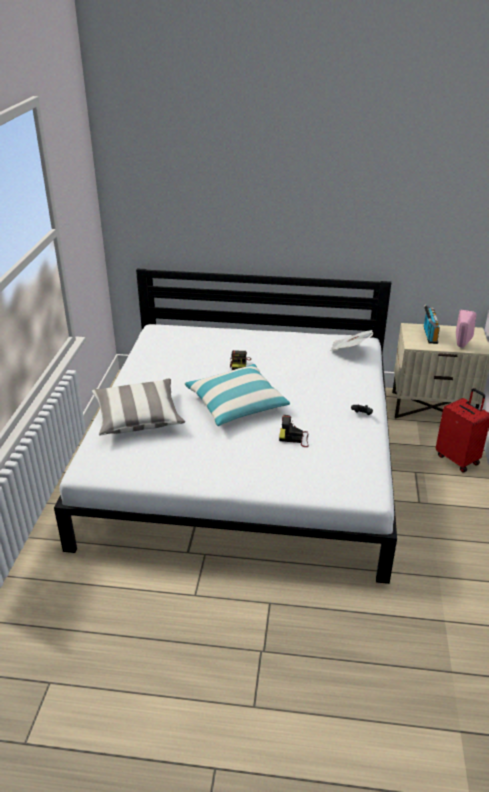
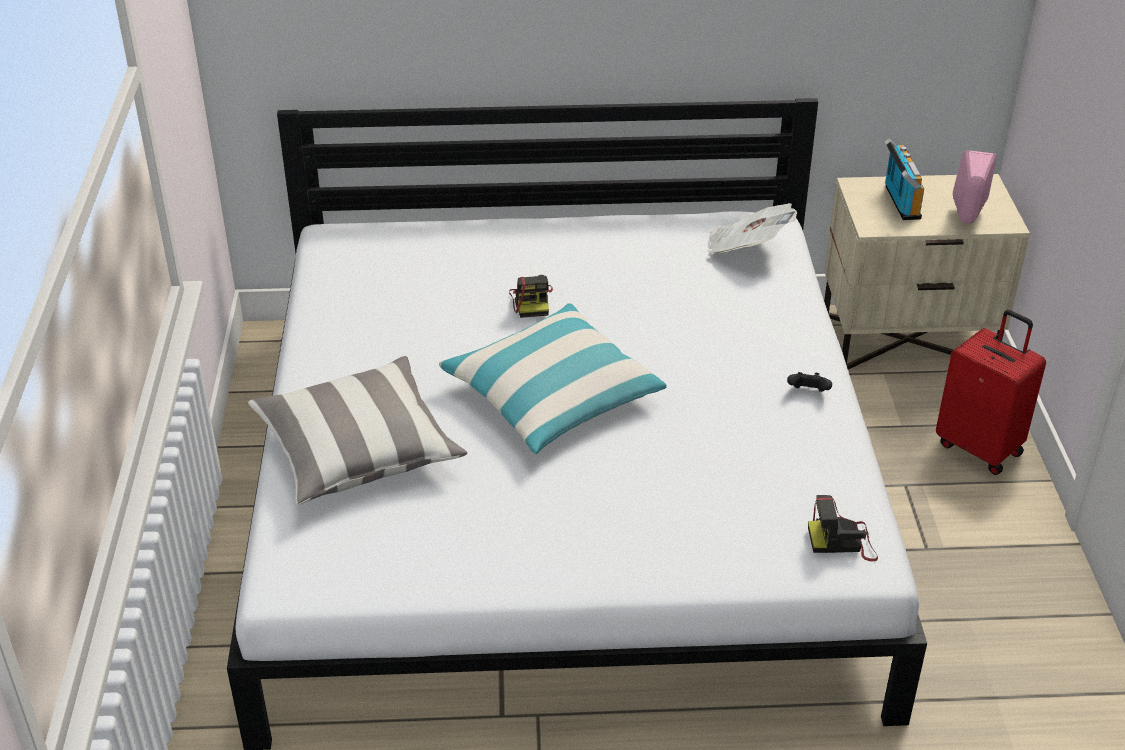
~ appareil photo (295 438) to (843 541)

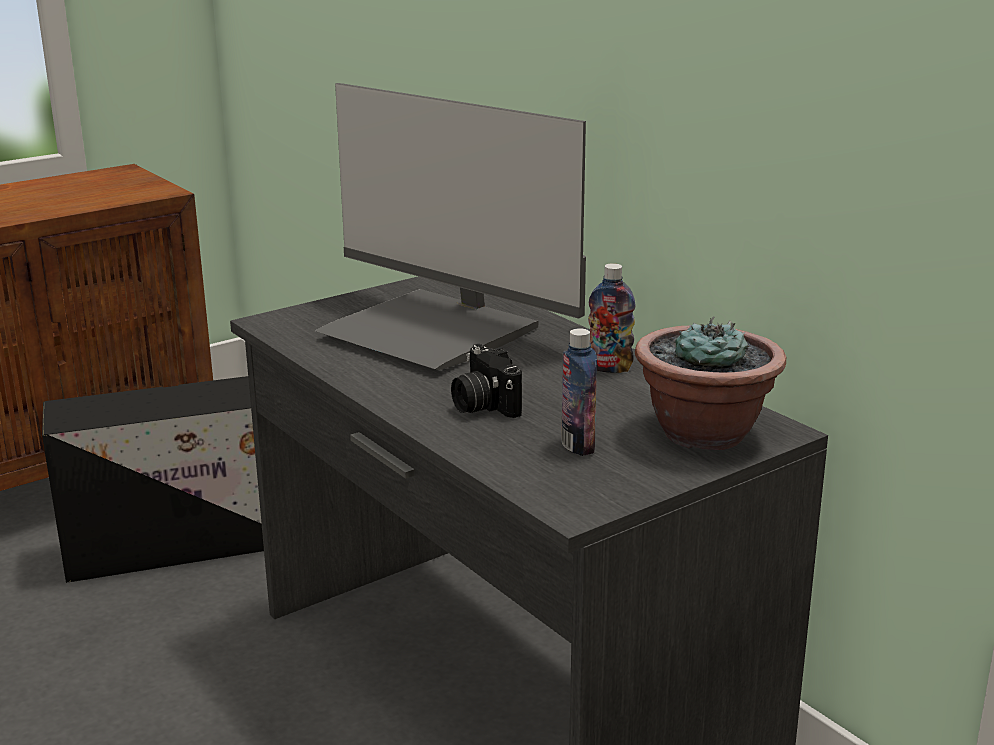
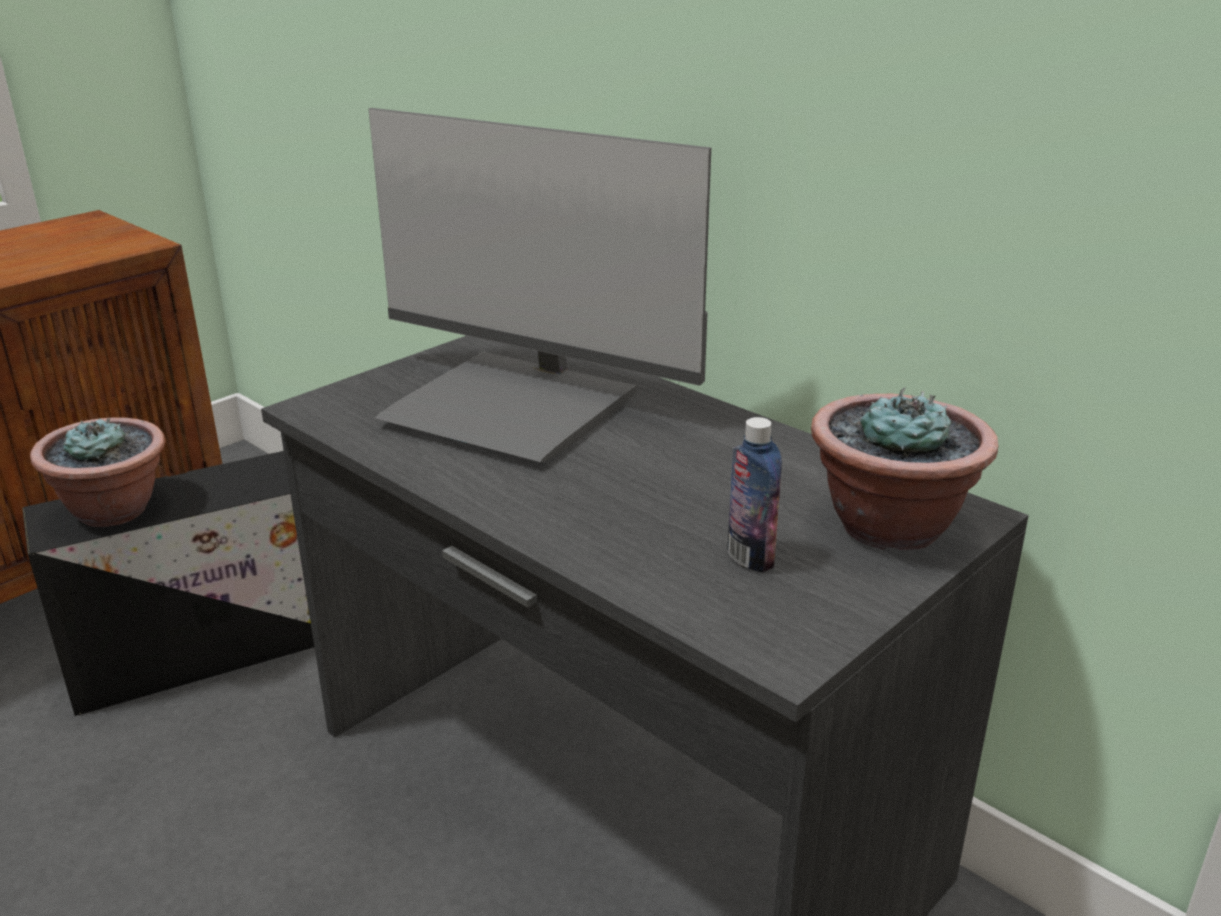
- bouteille (609 368)
- appareil photo (482 405)
+ plante en pot (114 510)

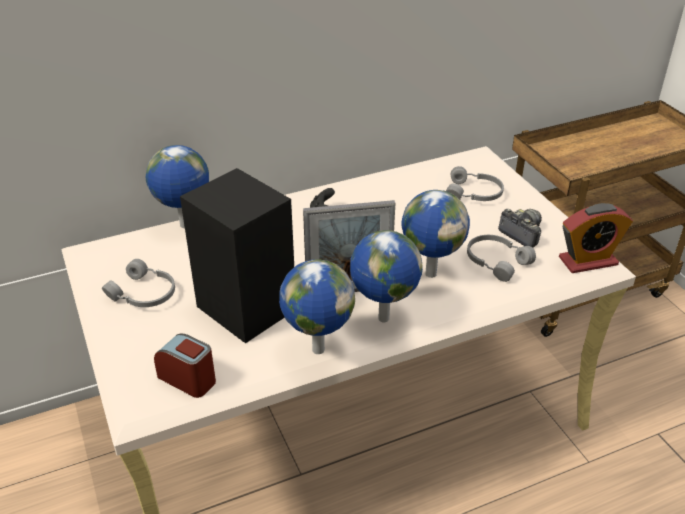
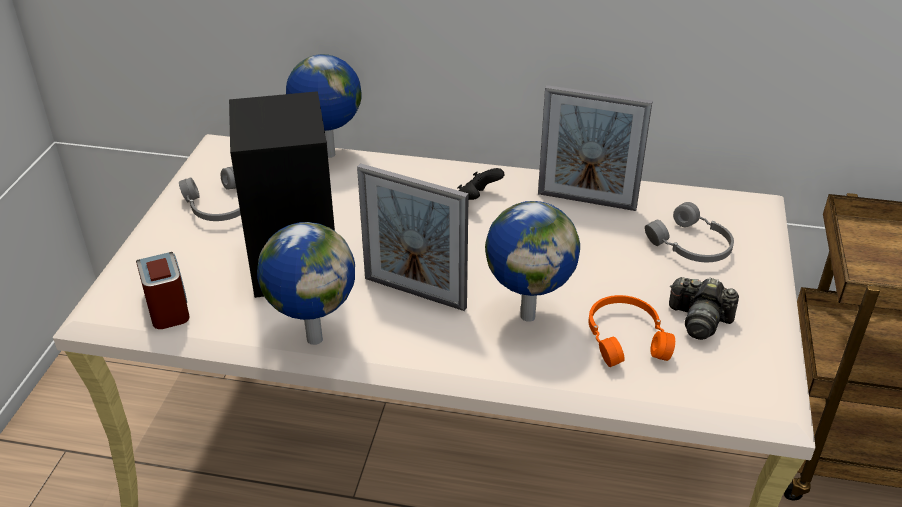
- réveil (588 261)
~ appareil photo (522 234) = (699 320) 120 degrees clockwise
- globe (382 318)
~ casque audio/gris (496 261) to casque audio/orange (626 338)
+ cadre photo (586 201)

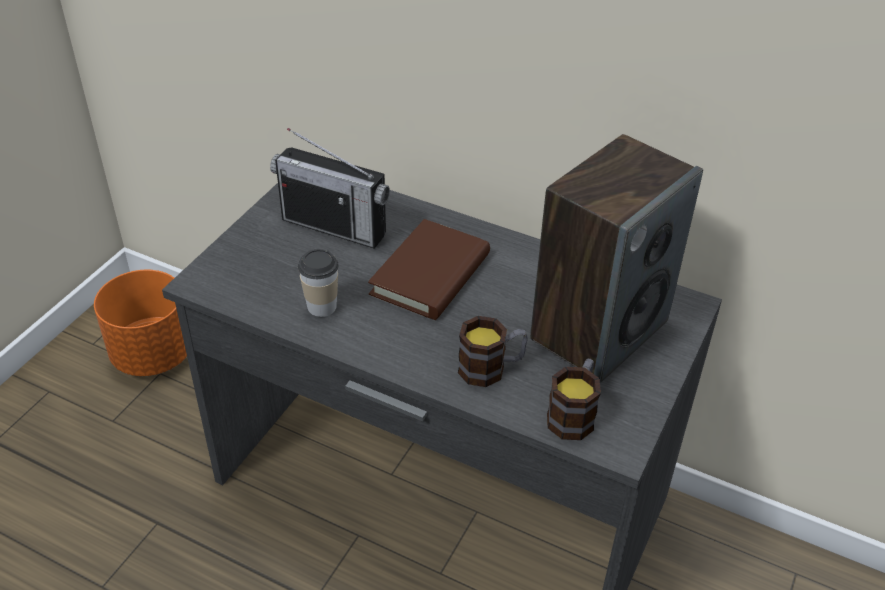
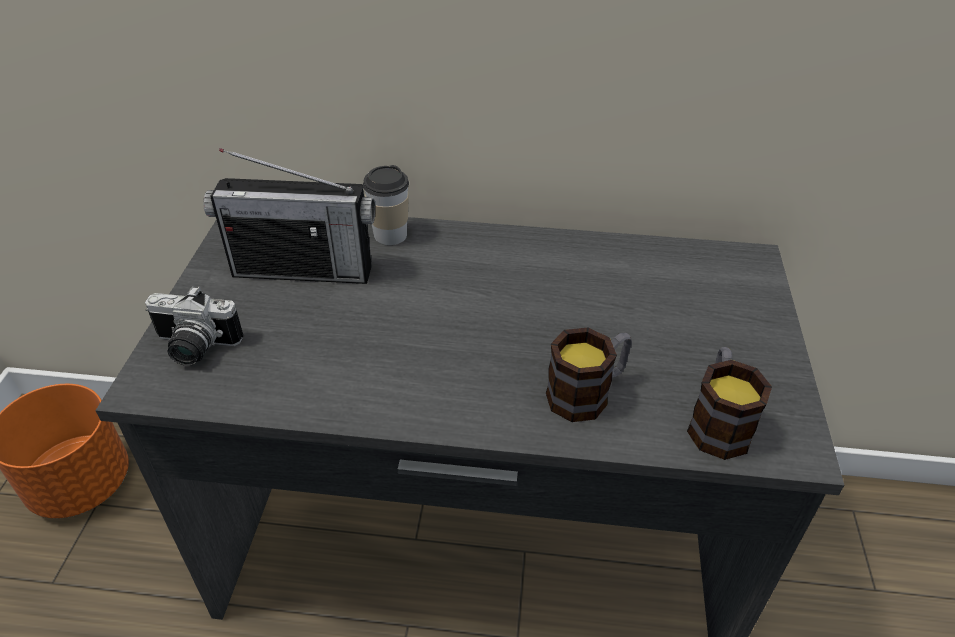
- enceinte (599 329)
- livre/marron (430 275)
~ tasse (321 306) to (390 235)
+ appareil photo (193 348)

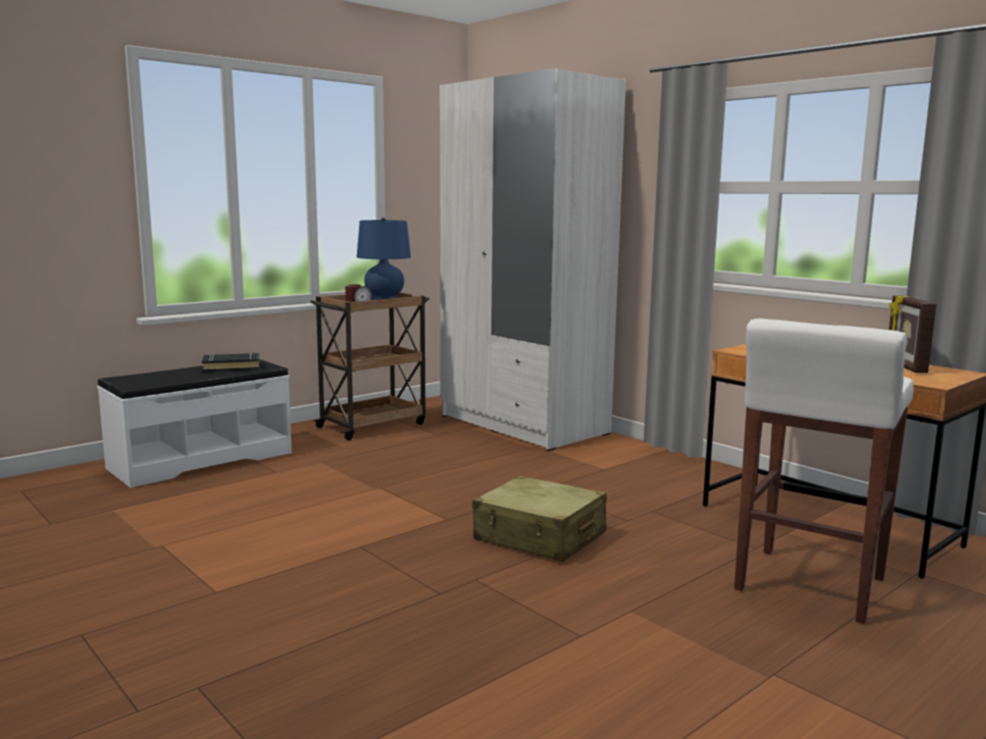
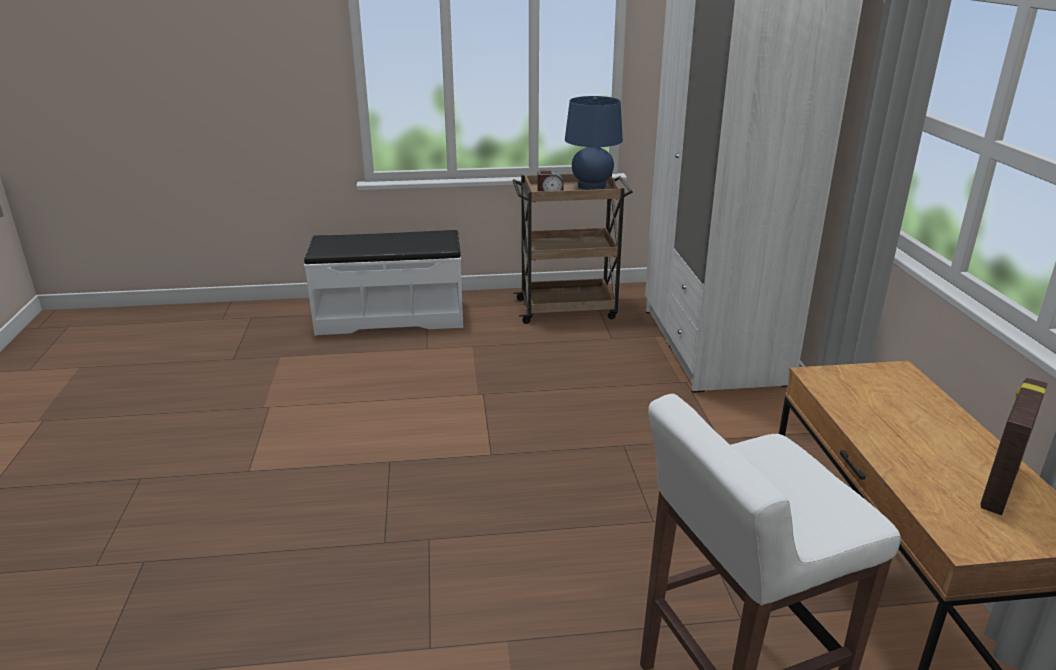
- livre/noir (232 367)
- valise/beige (540 537)

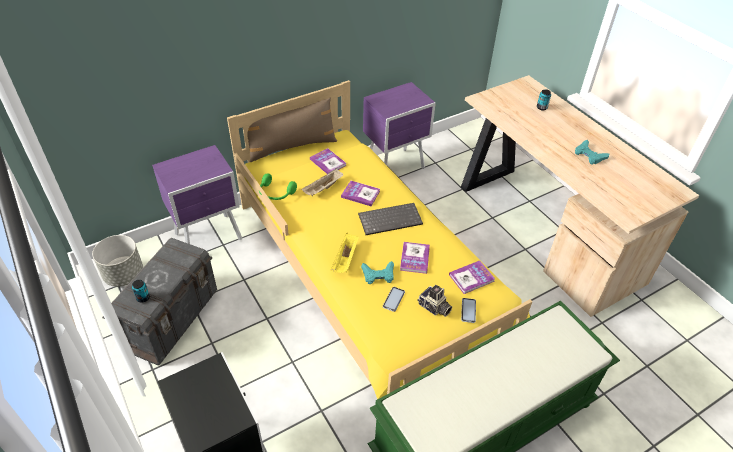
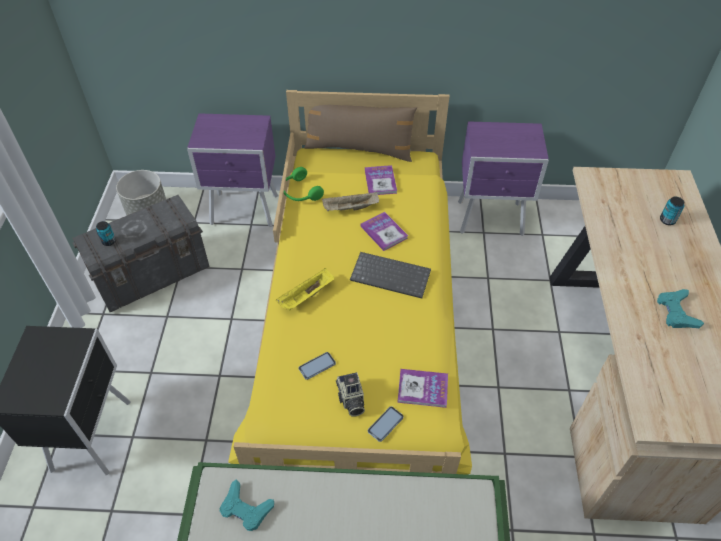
- livre (414 258)
~ manette/turquoise (378 275) to (245 508)

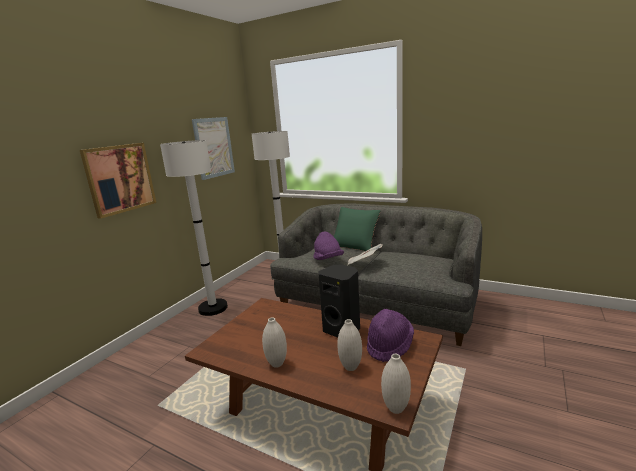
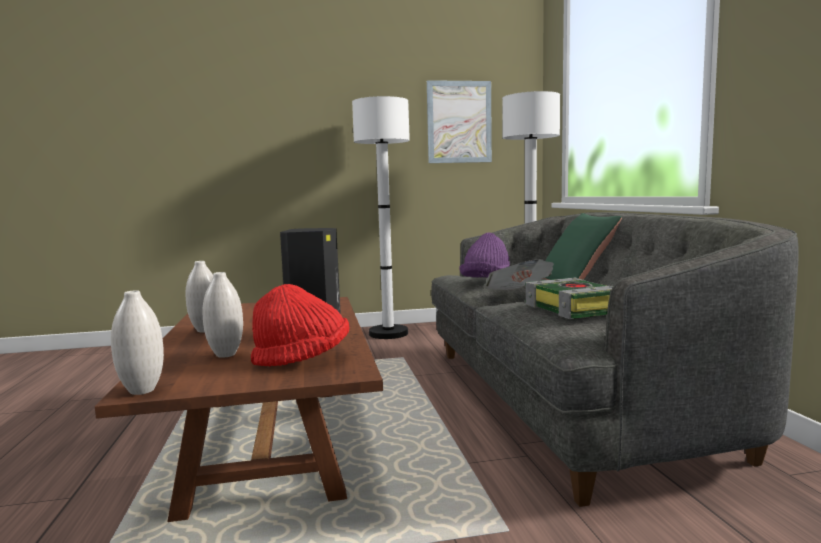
- tableau (120 178)
~ chapeau/violet (389 346) to chapeau/rouge (302 359)
+ livre (577 309)

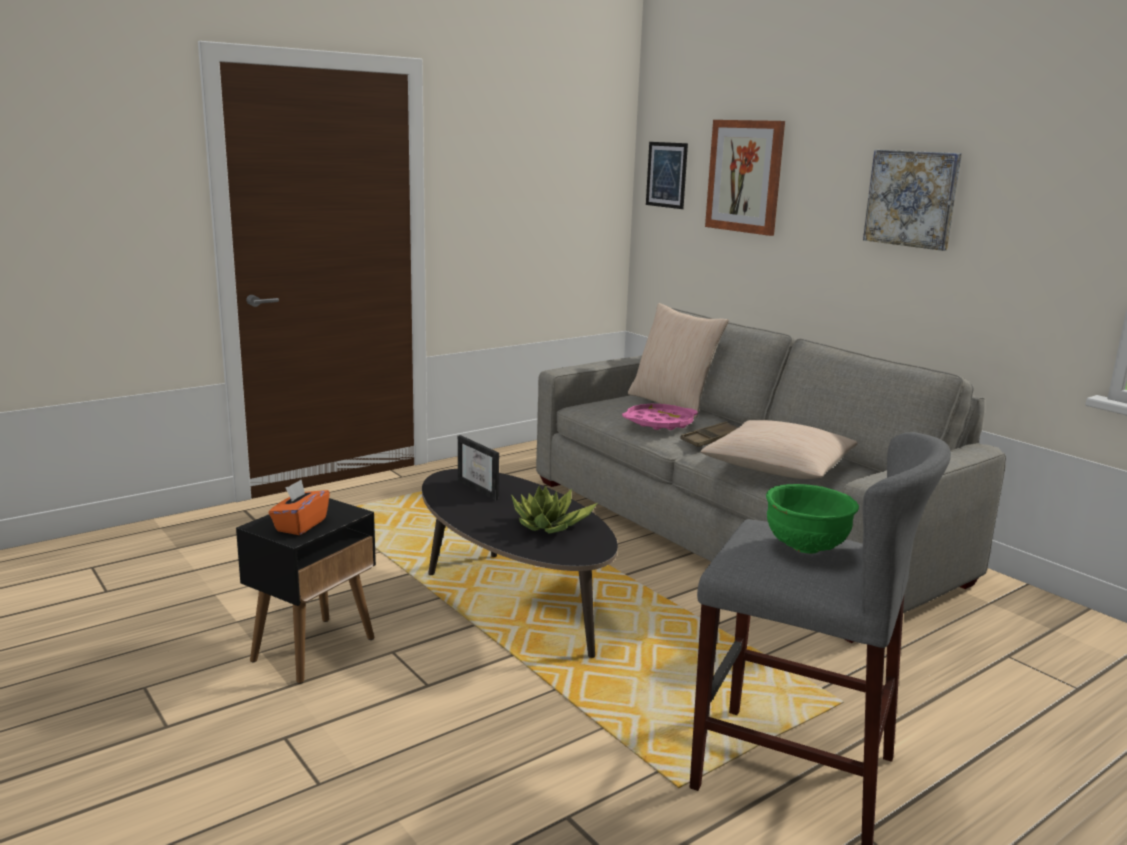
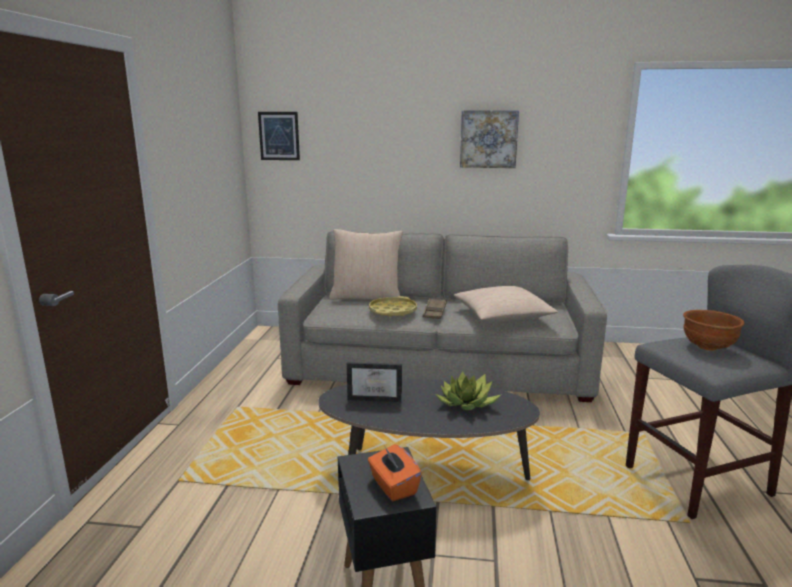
- tableau (745 176)
~ plateau/rose (659 423) to plateau/jaune (393 311)
~ bol/vert (807 548) to bol/marron (708 347)

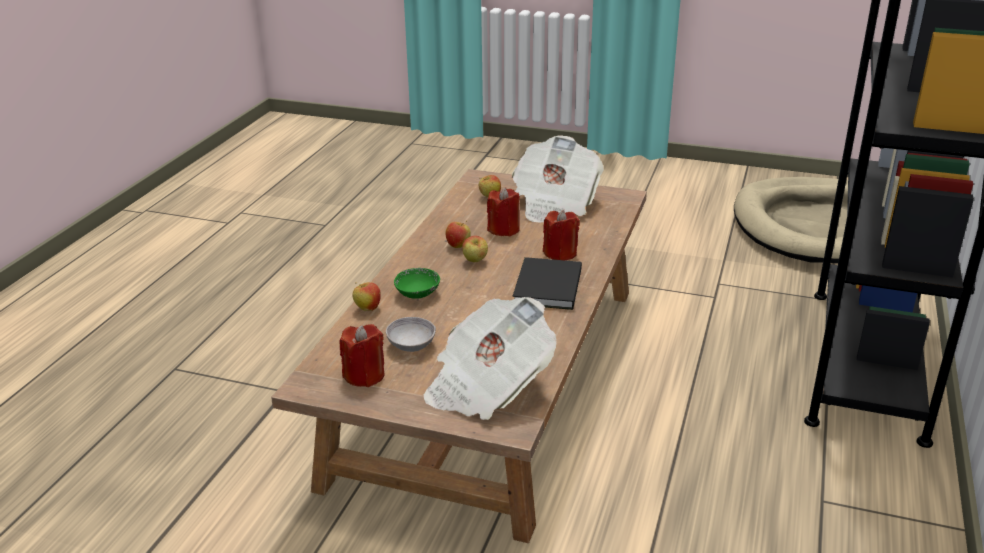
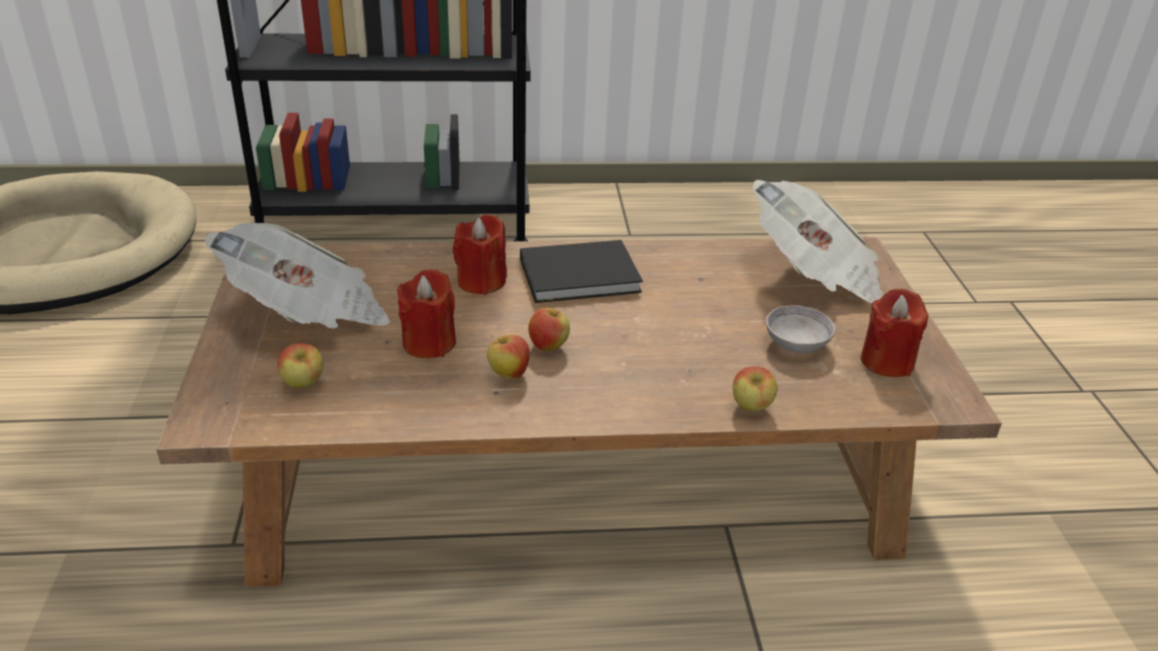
- bol/vert (417 294)

